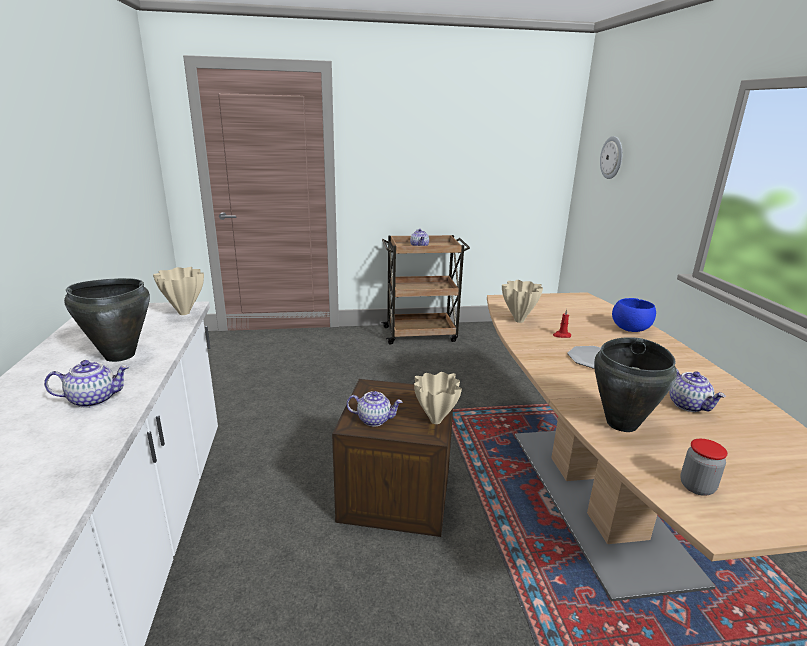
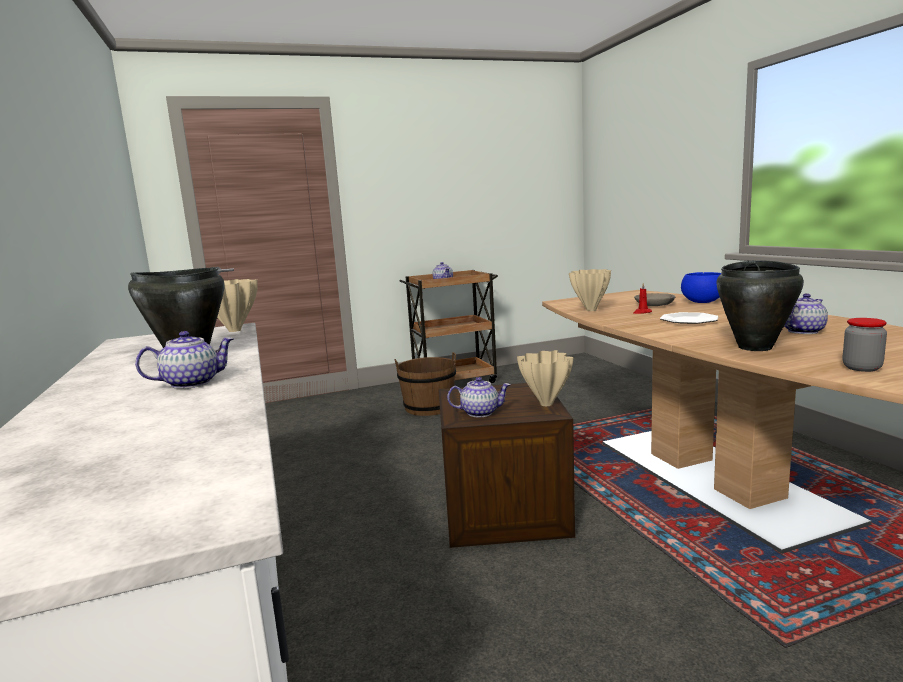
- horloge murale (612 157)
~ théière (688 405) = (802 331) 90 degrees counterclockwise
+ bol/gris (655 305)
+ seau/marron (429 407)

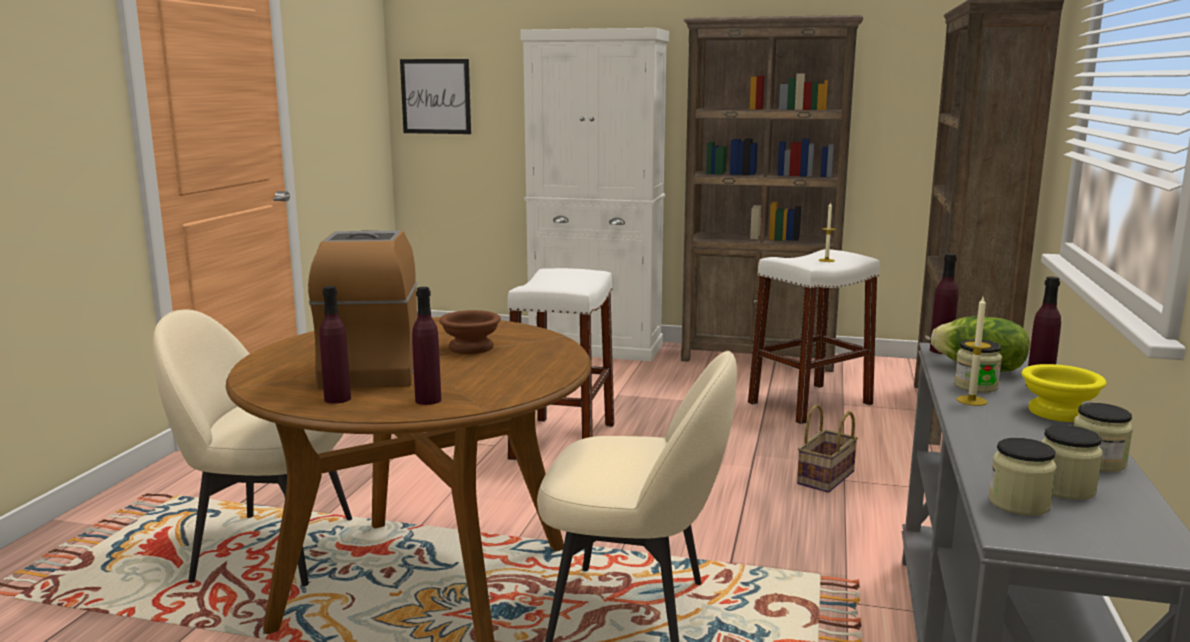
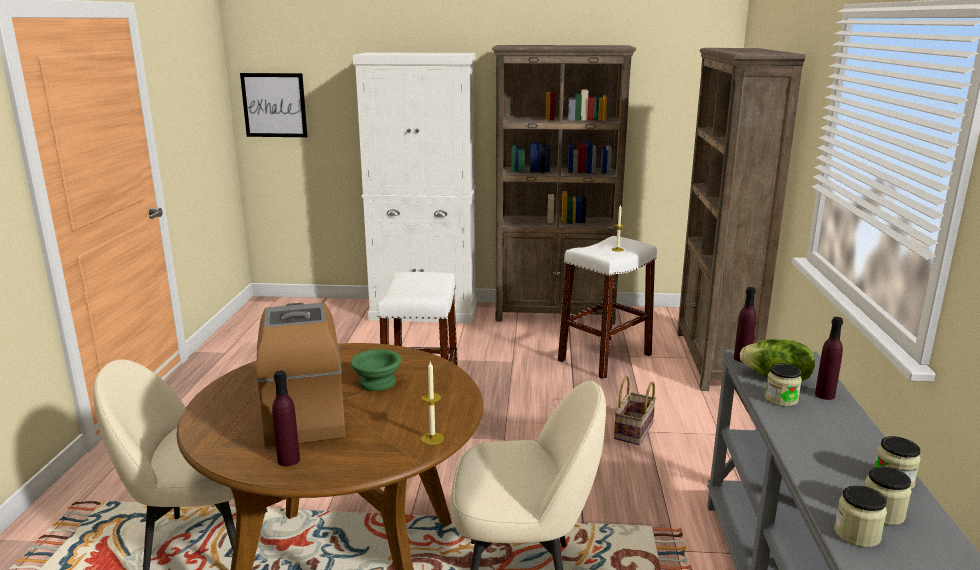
- bouteille/violet (428 400)
~ bougie (971 400) to (432 438)
~ bol/marron (473 347) to bol/vert (379 382)
- bol/jaune (1060 413)

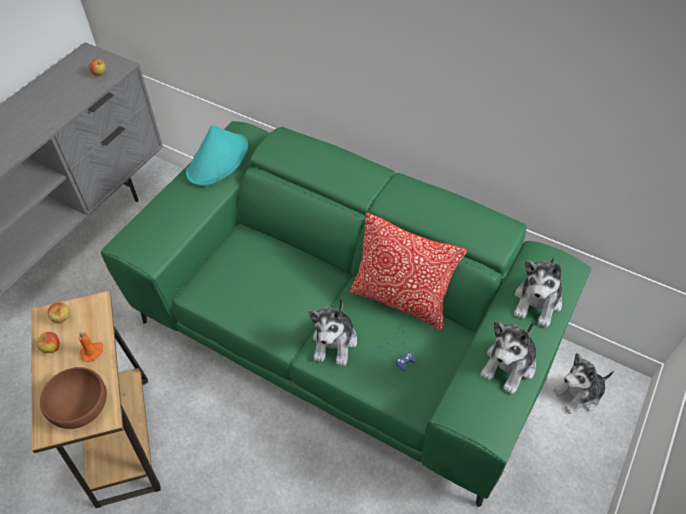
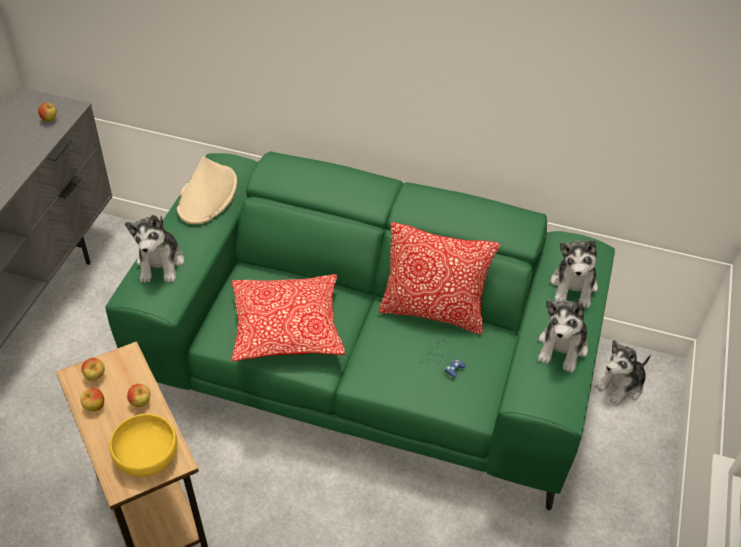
~ chapeau/turquoise (218 160) to chapeau/beige (207 195)
~ peluche (334 342) to (160 263)
~ bougie/orange (92 351) to pomme (140 402)
~ bol/marron (79 406) to bol/jaune (145 456)
+ coussin (287 328)

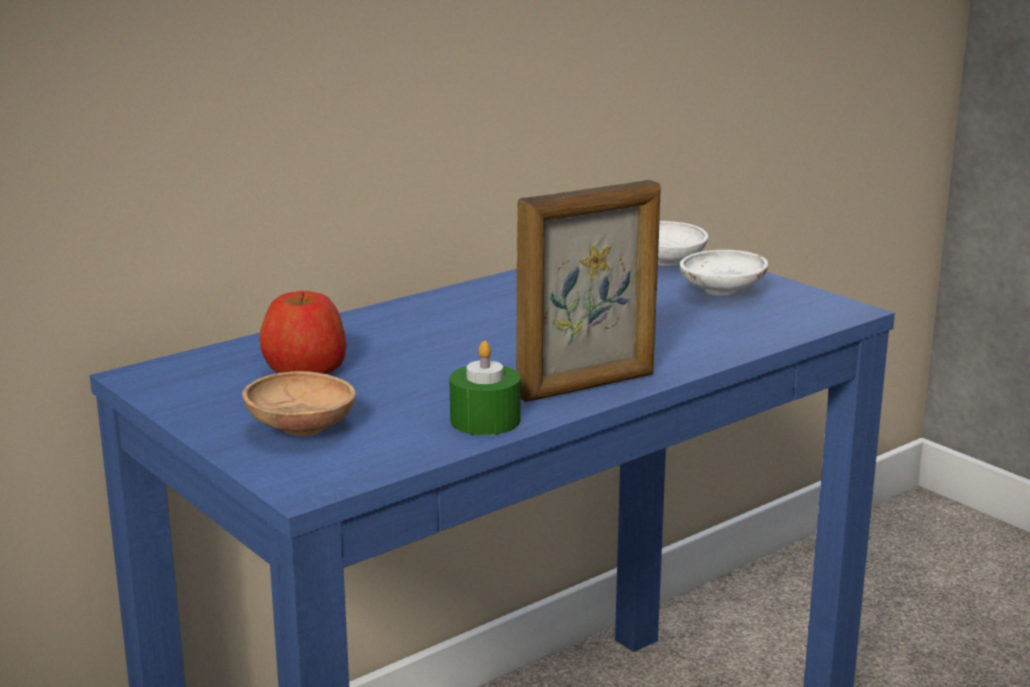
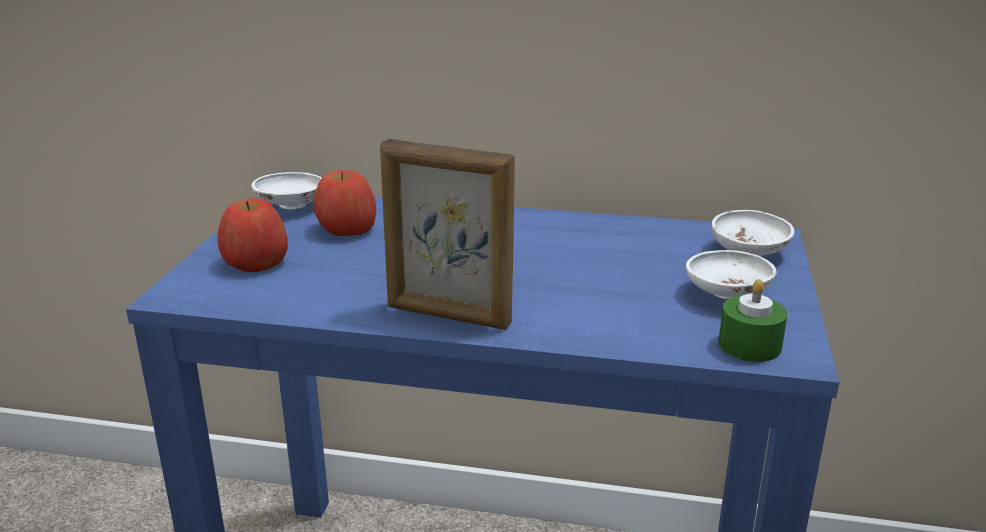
~ bougie/vert (485 420) to (749 345)
~ bol/marron (301 428) to pomme (256 262)
+ bol/blanc (290 206)

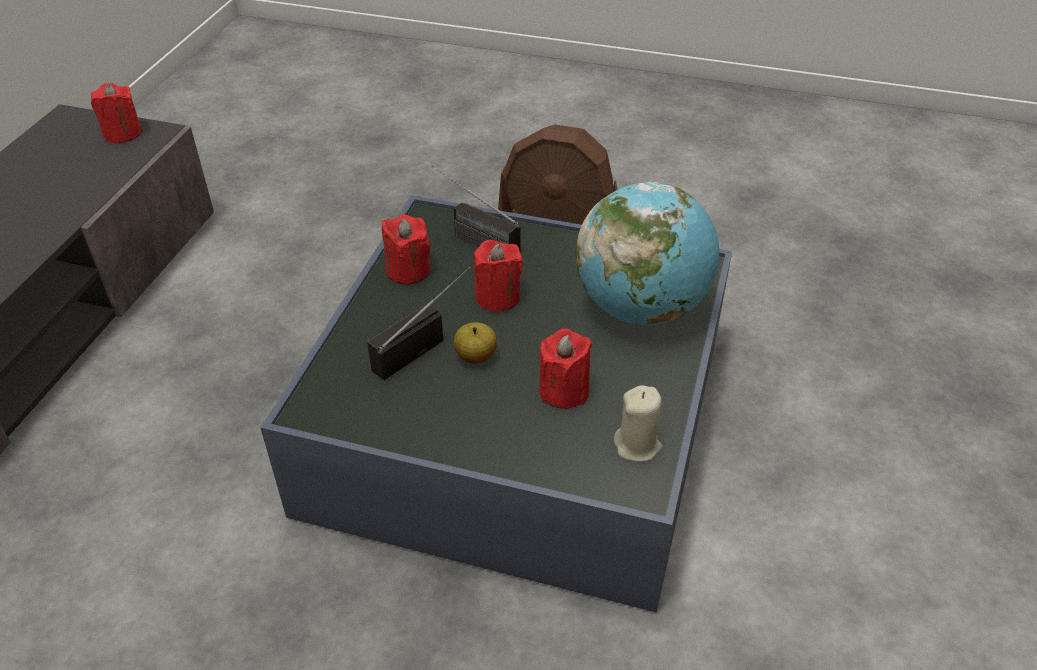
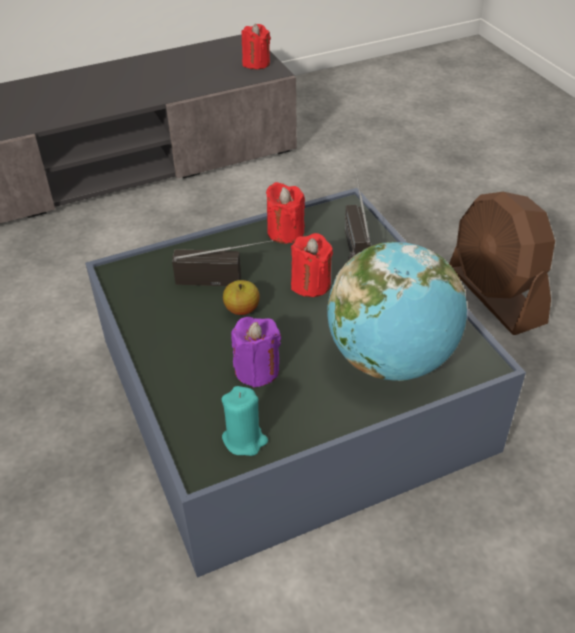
~ bougie/rouge (564 391) to bougie/violet (257 370)
~ bougie/beige (637 445) to bougie/turquoise (244 440)

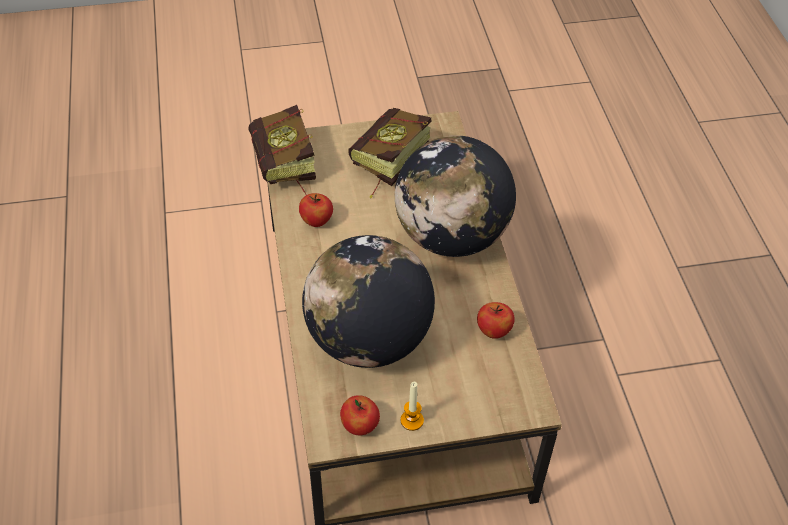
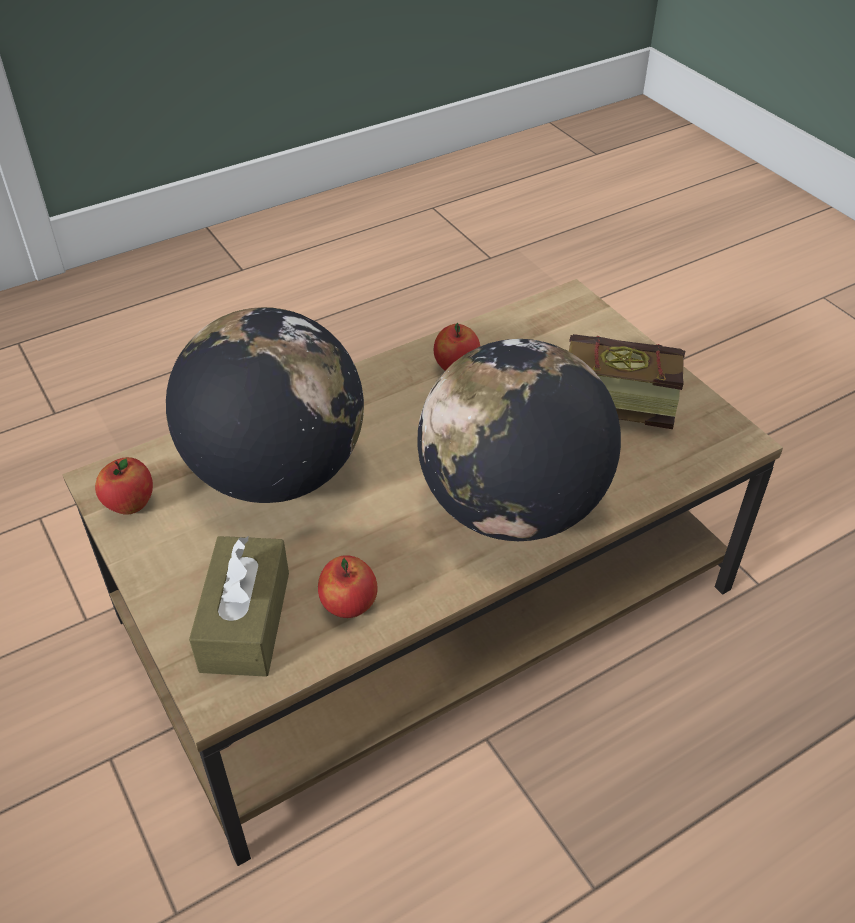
- livre (286 171)
- bougie (412 420)
+ boîte à mouchoirs/marron (245 621)

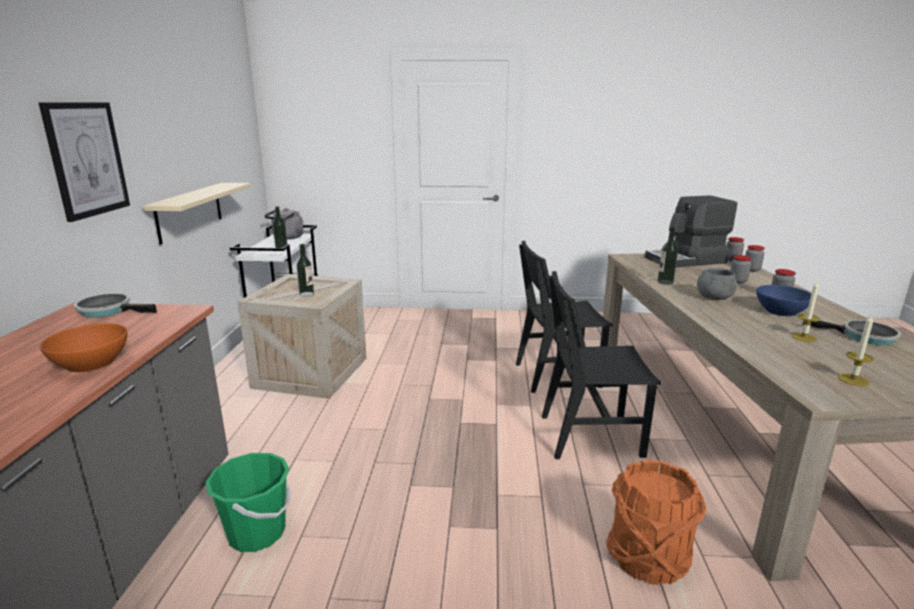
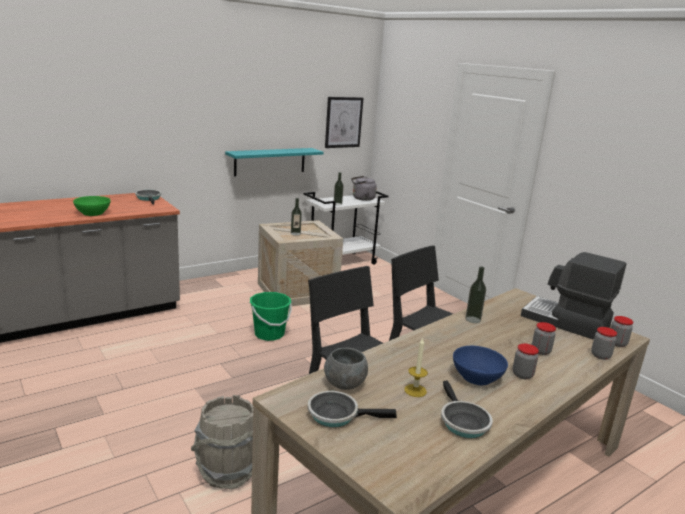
~ tableau (87 159) to (343 122)
~ étagère/beige (189 211) to étagère/turquoise (270 161)
~ bol/gris (714 298) to (344 384)
~ bougie (853 380) to poêle (337 414)
~ bol/orange (91 363) to bol/vert (93 213)
~ seau/vert (257 533) to (269 334)
~ seau/orange (648 558) to seau/gris (228 471)

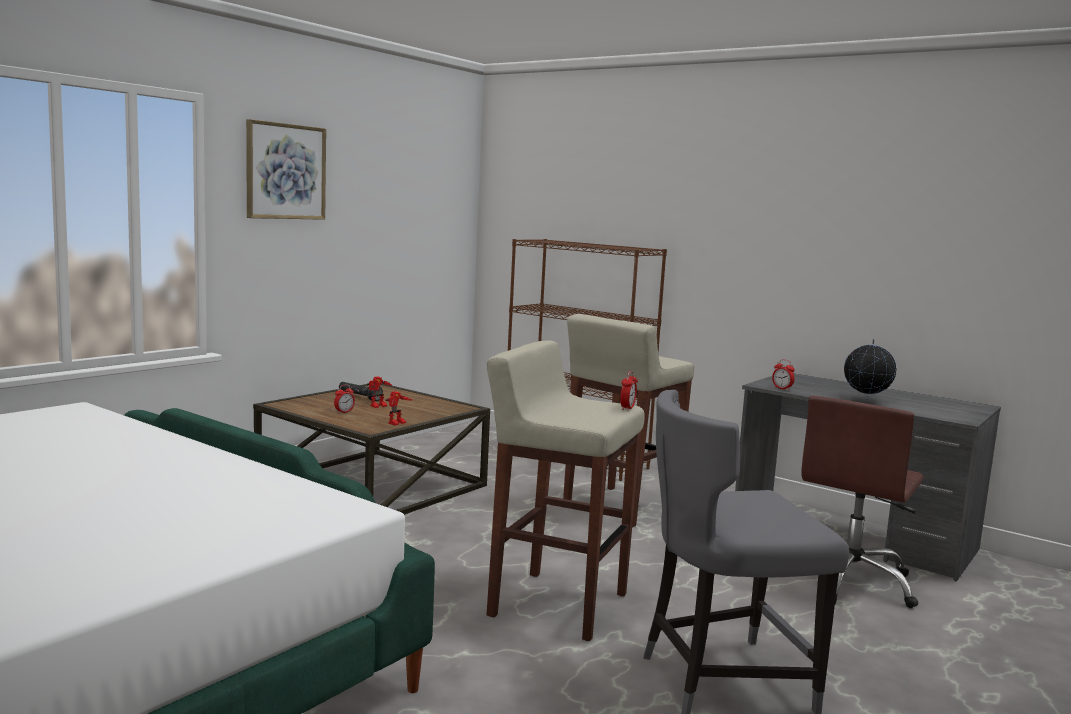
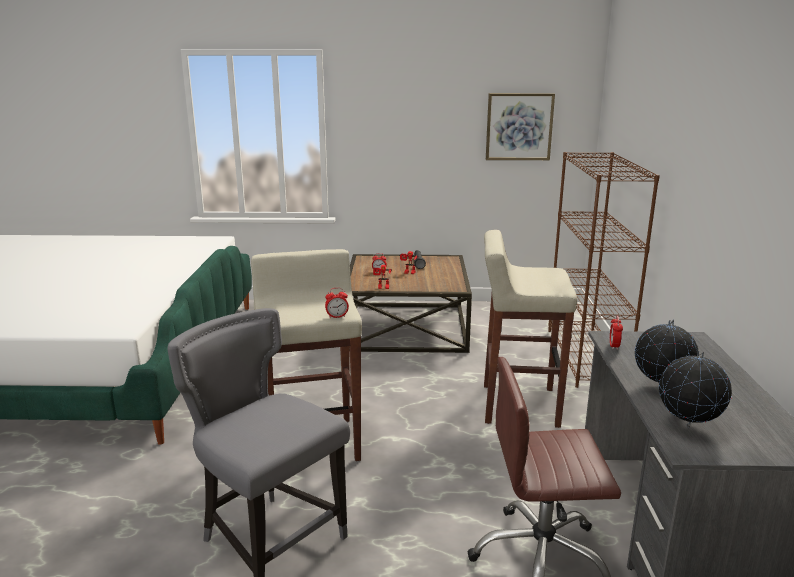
~ tableau (285 171) to (519 127)
+ globe (687 425)

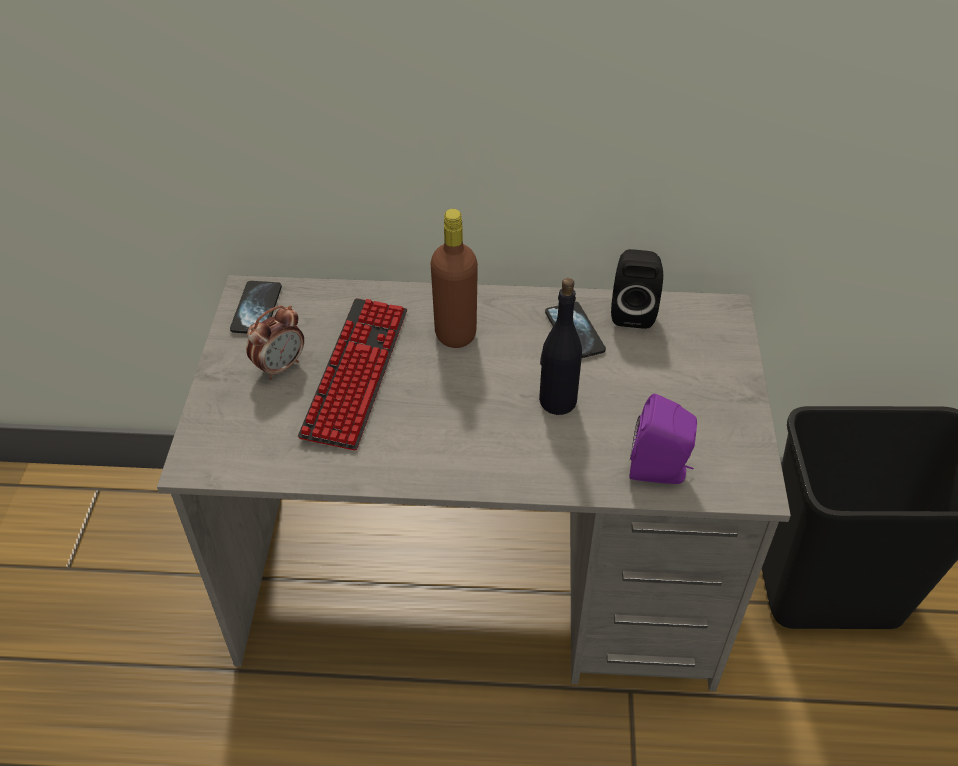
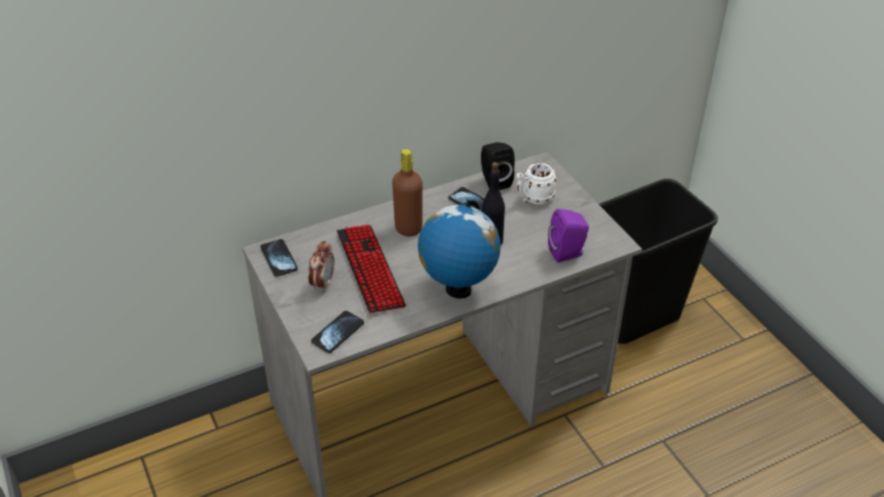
+ mug/blanc (533 199)
+ globe (458 290)
+ téléphone (338 333)

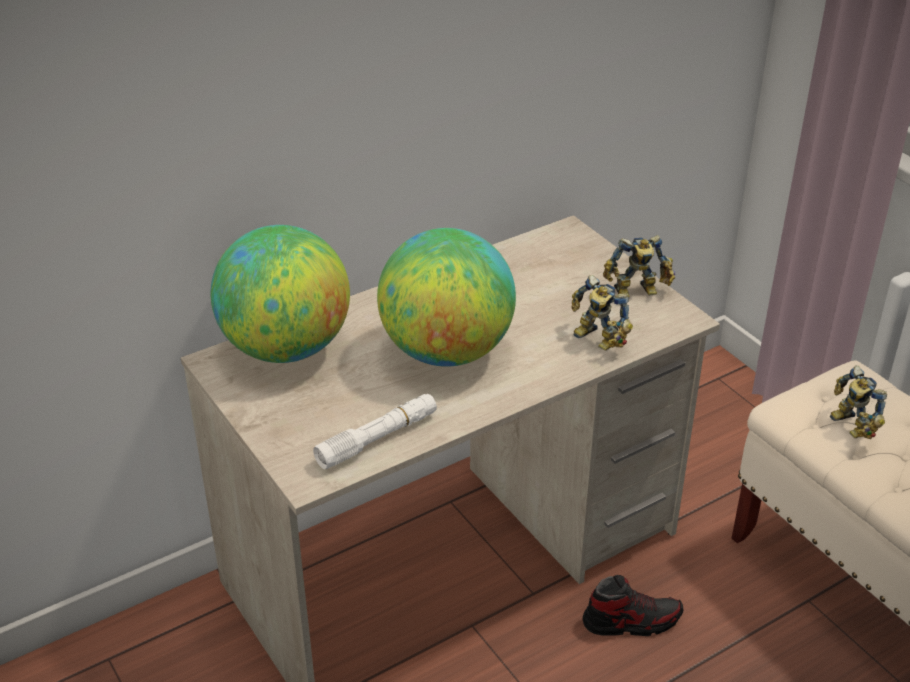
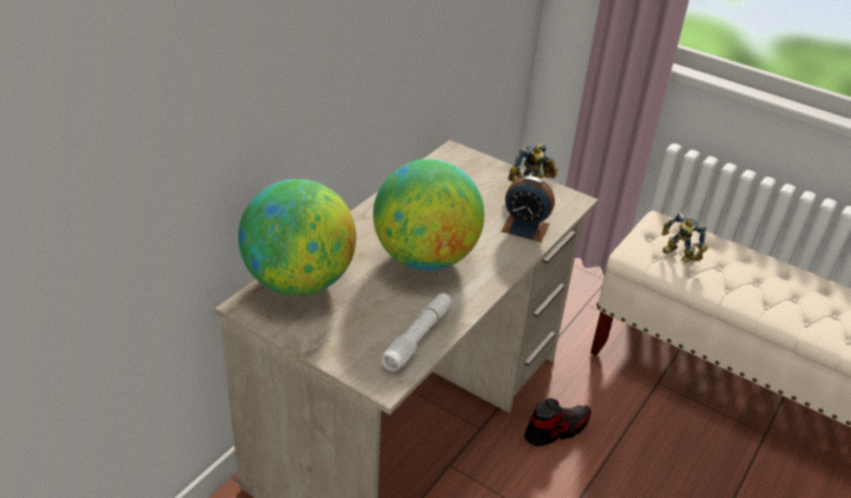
~ robot jouet (596 340) to réveil (525 227)

